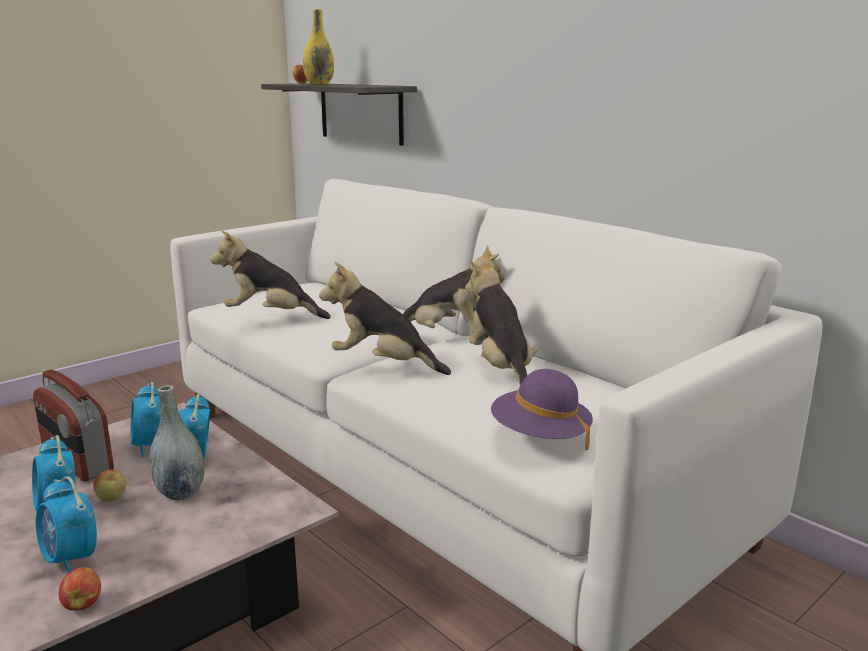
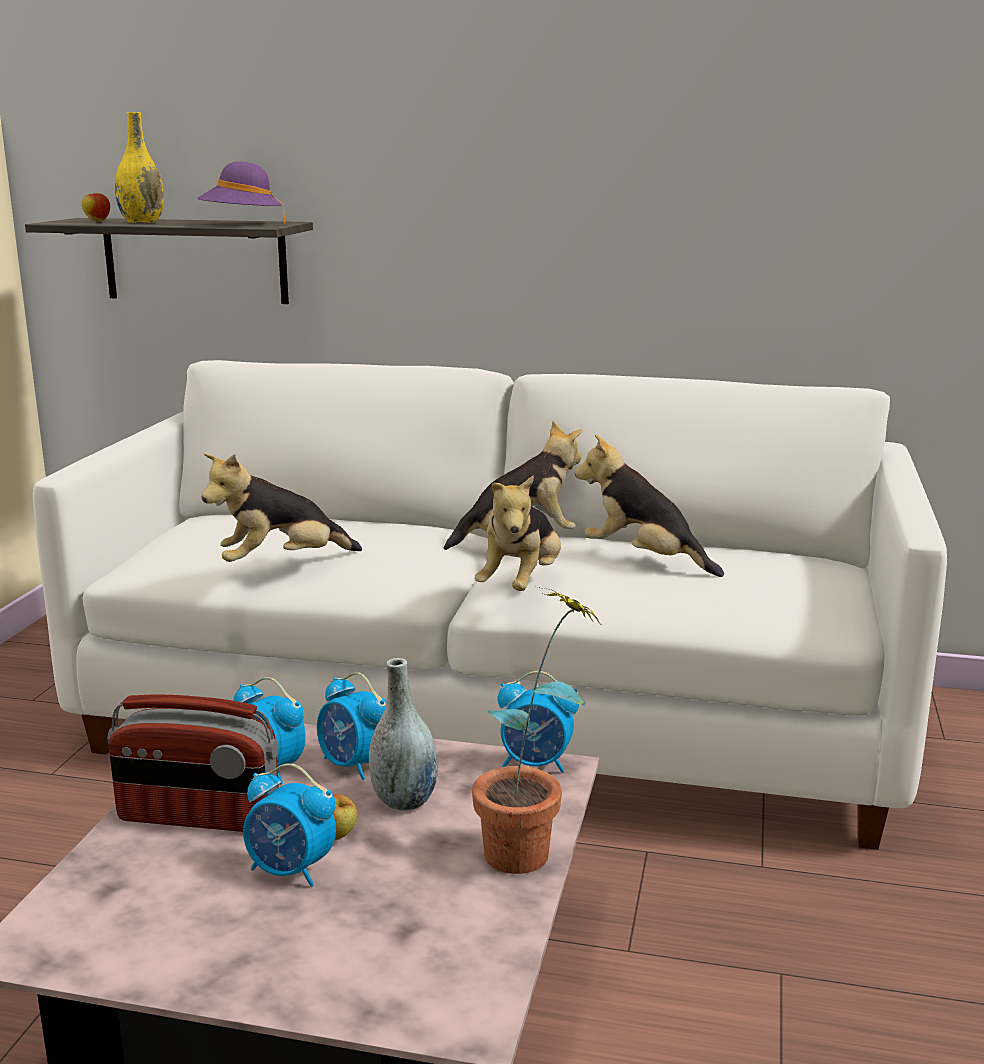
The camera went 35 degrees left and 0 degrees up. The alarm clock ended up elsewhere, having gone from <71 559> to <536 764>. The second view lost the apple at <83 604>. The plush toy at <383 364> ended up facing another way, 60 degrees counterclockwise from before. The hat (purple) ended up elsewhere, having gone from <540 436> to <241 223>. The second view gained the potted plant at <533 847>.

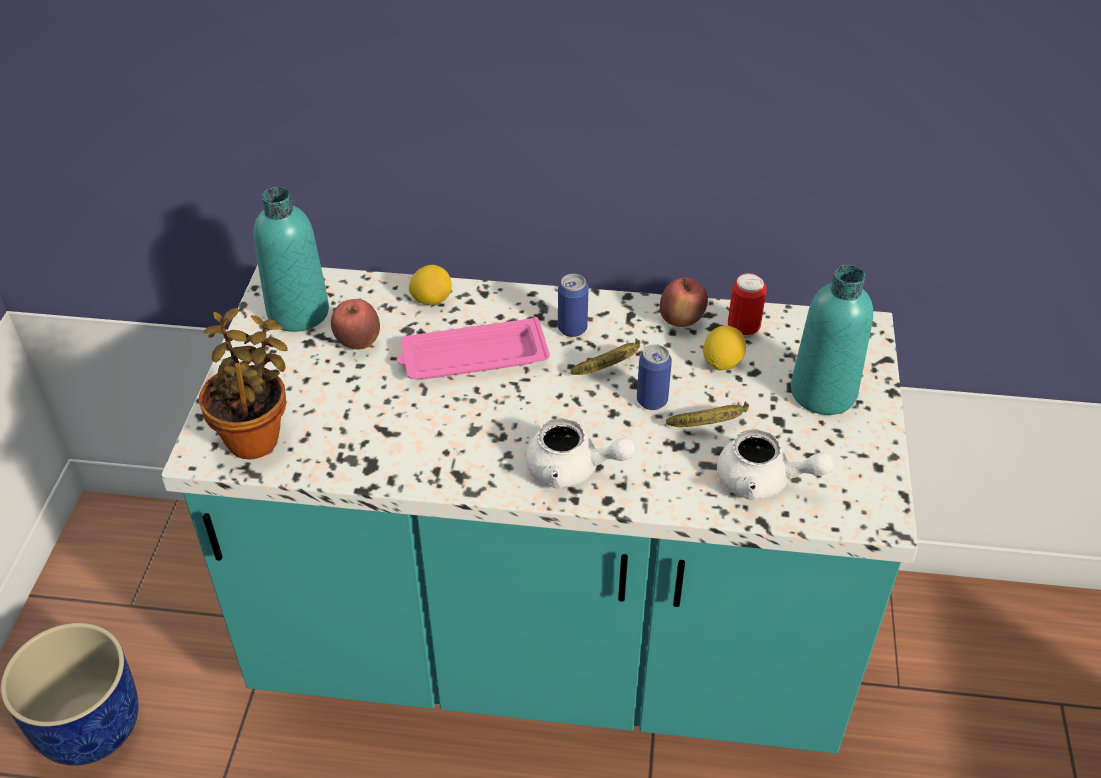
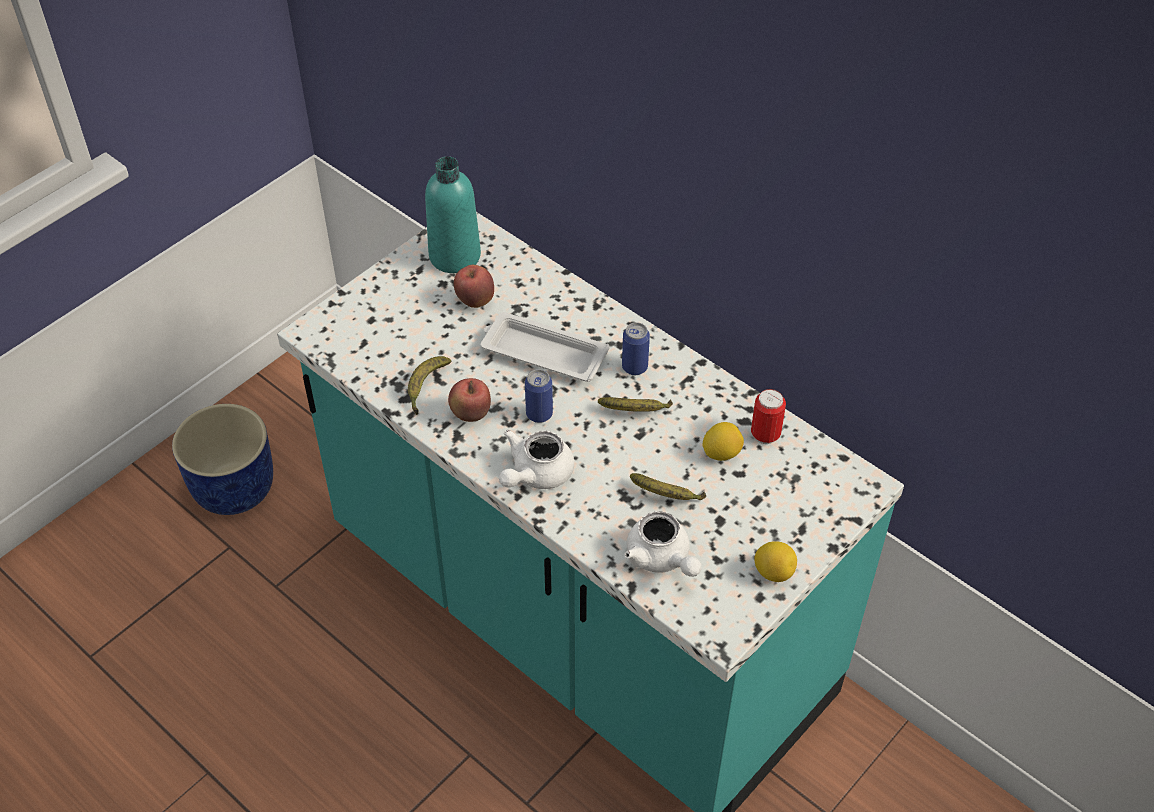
The camera went 35 degrees right and 5 degrees up. The second view lost the potted plant at <256 436>. What was the tray (pink) at <472 358> turned into the tray (white) at <542 353>. The lemon ended up elsewhere, having gone from <431 300> to <773 572>. The teapot (white) at <572 470> ended up facing another way, 75 degrees clockwise from before. The can ended up elsewhere, having gone from <652 401> to <539 414>. The apple ended up elsewhere, having gone from <681 321> to <470 415>. The second view lost the bottle (turquoise) at <823 392>. The second view gained the banana at <426 387>.

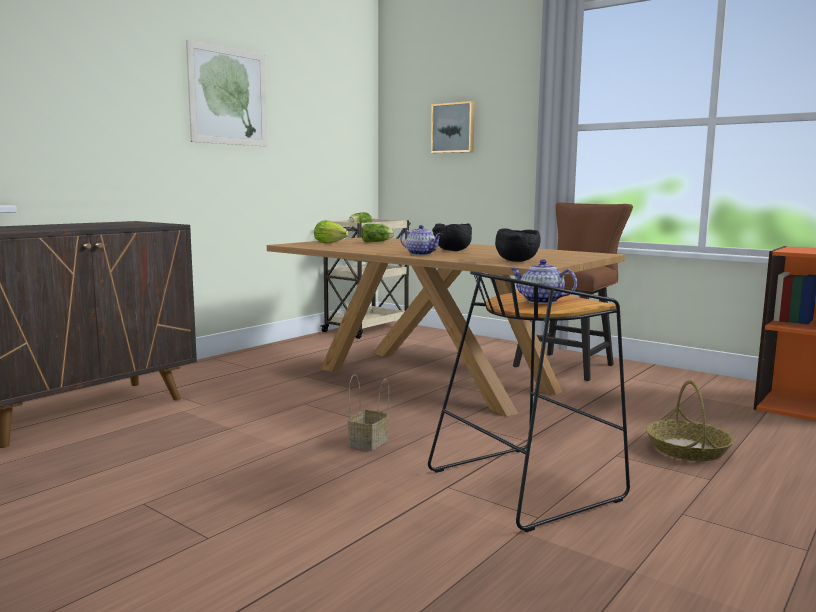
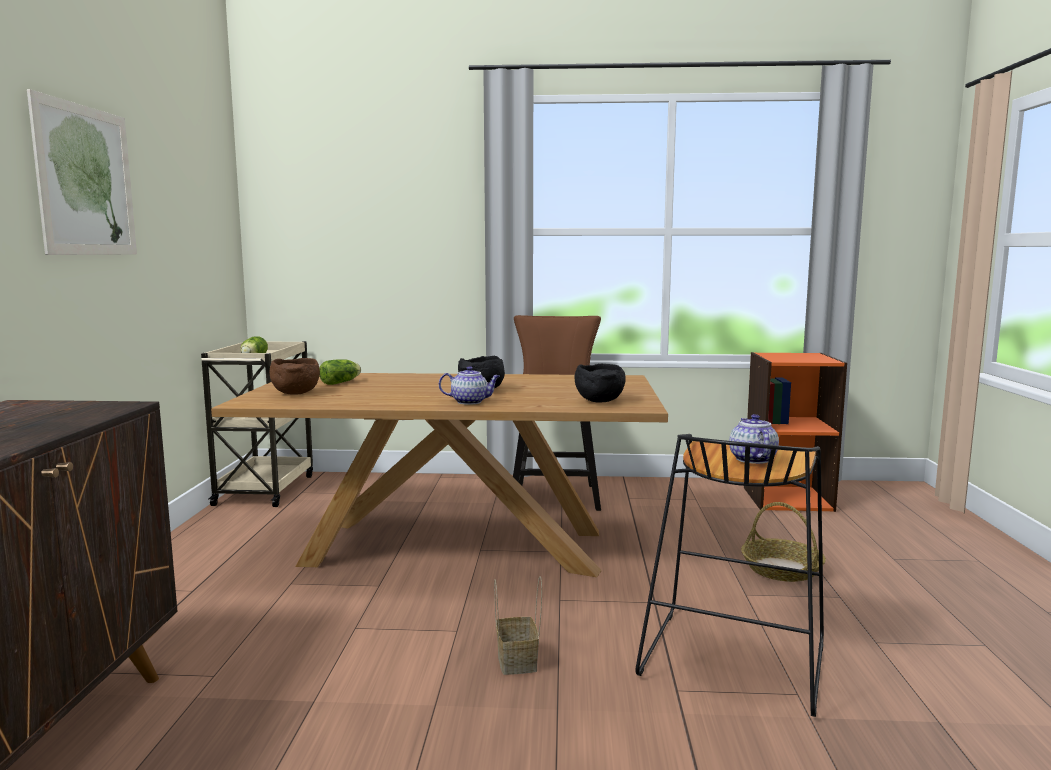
The camera went 35 degrees left and 0 degrees up. Where the lettuce stood at <332 243>, the bowl (brown) came to stand at <295 393>. The second view lost the picture at <453 128>. The teapot at <540 301> ended up facing another way, 90 degrees clockwise from before.

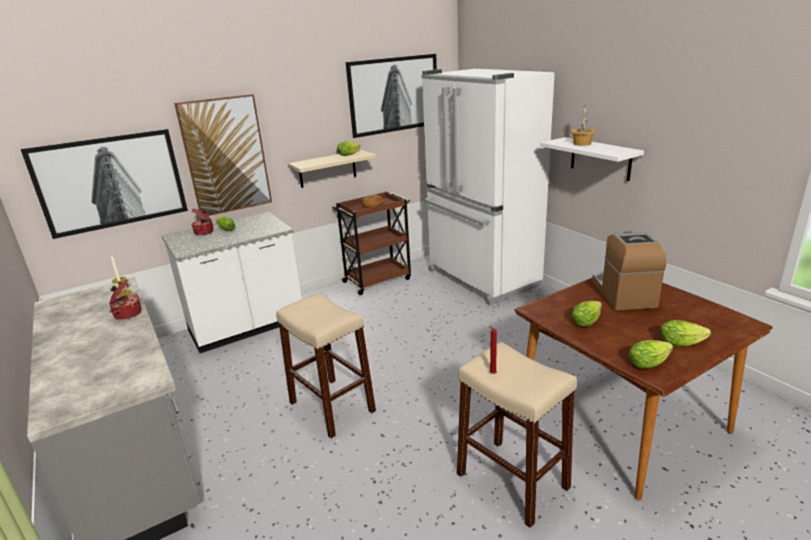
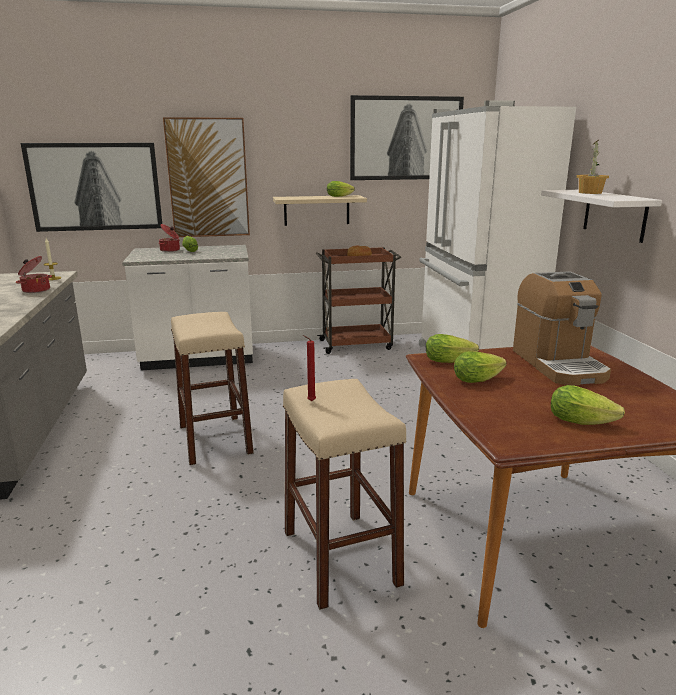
The camera went 20 degrees right and 5 degrees down. The coffee machine at <622 293> ended up facing another way, 150 degrees clockwise from before. The lettuce ended up elsewhere, having gone from <650 362> to <451 360>.

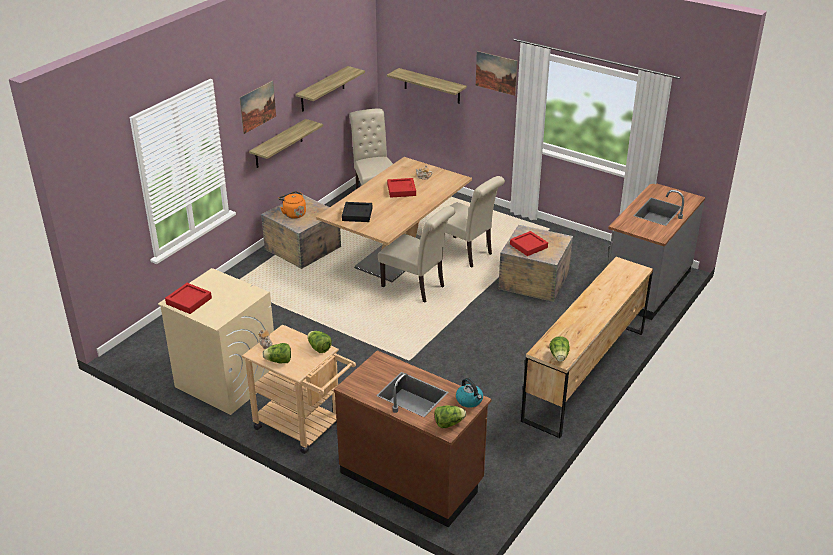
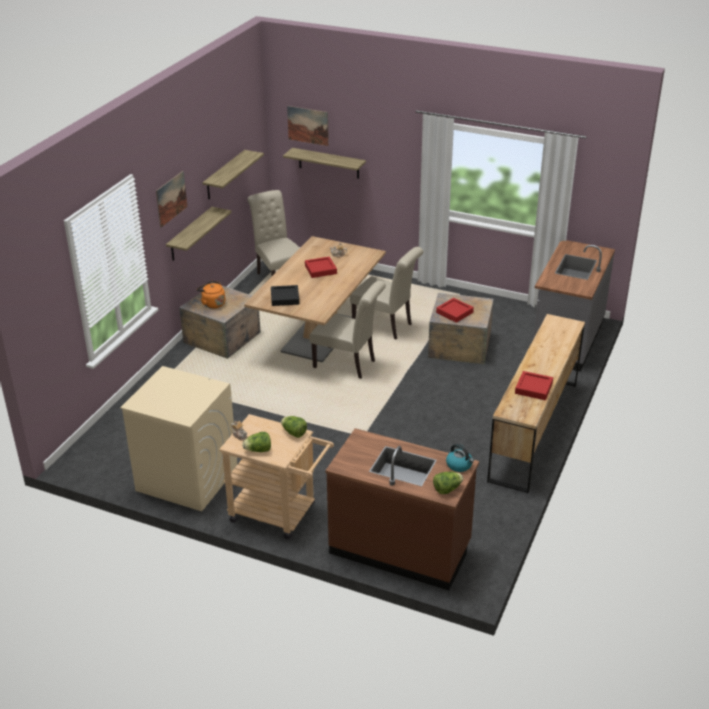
The camera went 10 degrees left and 0 degrees up. The tray (red) ended up elsewhere, having gone from <189 301> to <533 388>. The picture ended up elsewhere, having gone from <496 73> to <308 125>. The second view lost the lettuce at <559 357>.

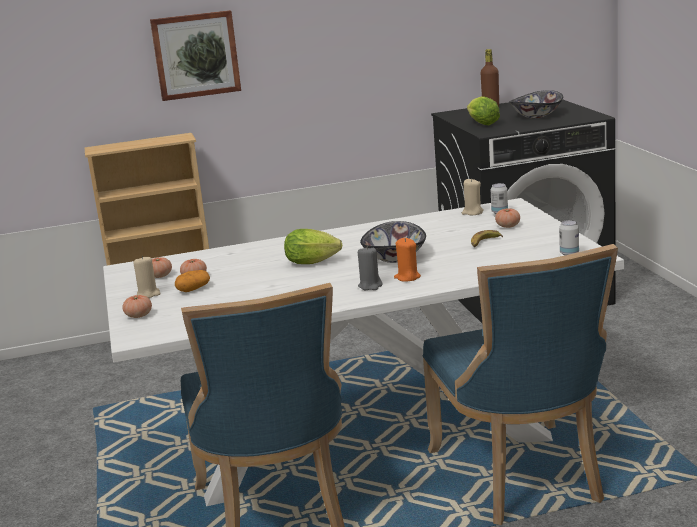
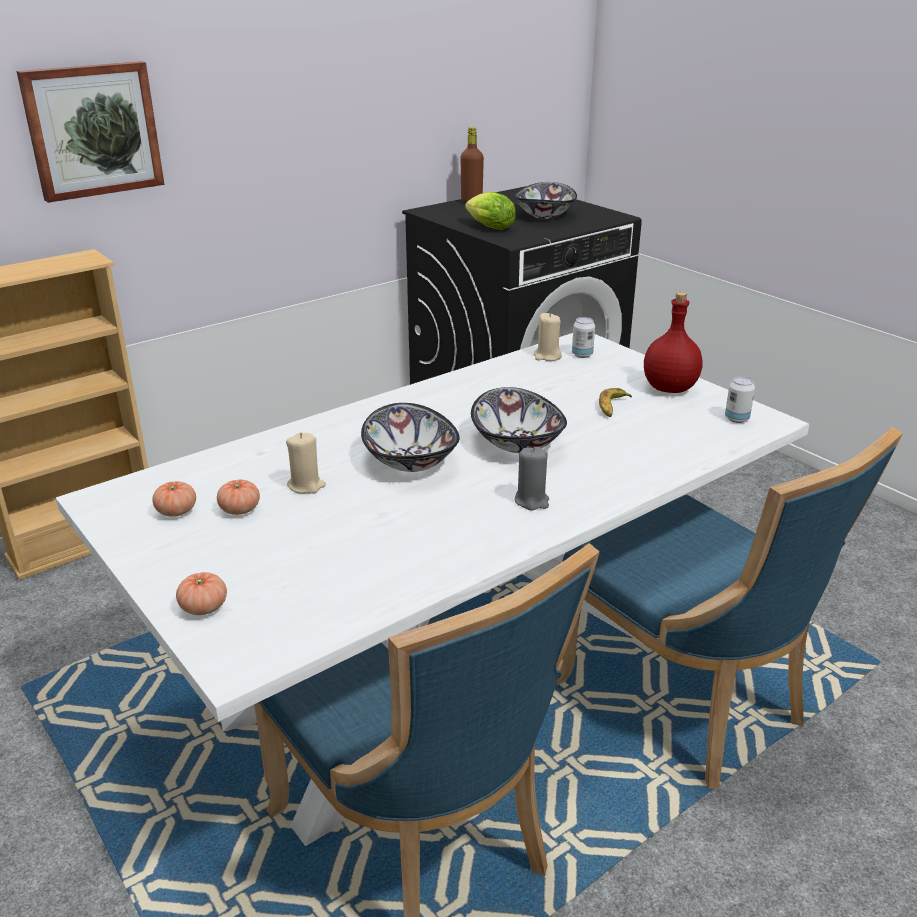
The camera went 25 degrees left and 10 degrees up. The candle (beige) ended up elsewhere, having gone from <148 294> to <306 486>. The second view lost the potato at <193 289>. Where the lettuce stood at <315 262>, the bowl came to stand at <409 461>. The second view lost the candle (orange) at <407 277>. The second view lost the tomato at <508 226>. The second view gained the bottle (red) at <669 388>.

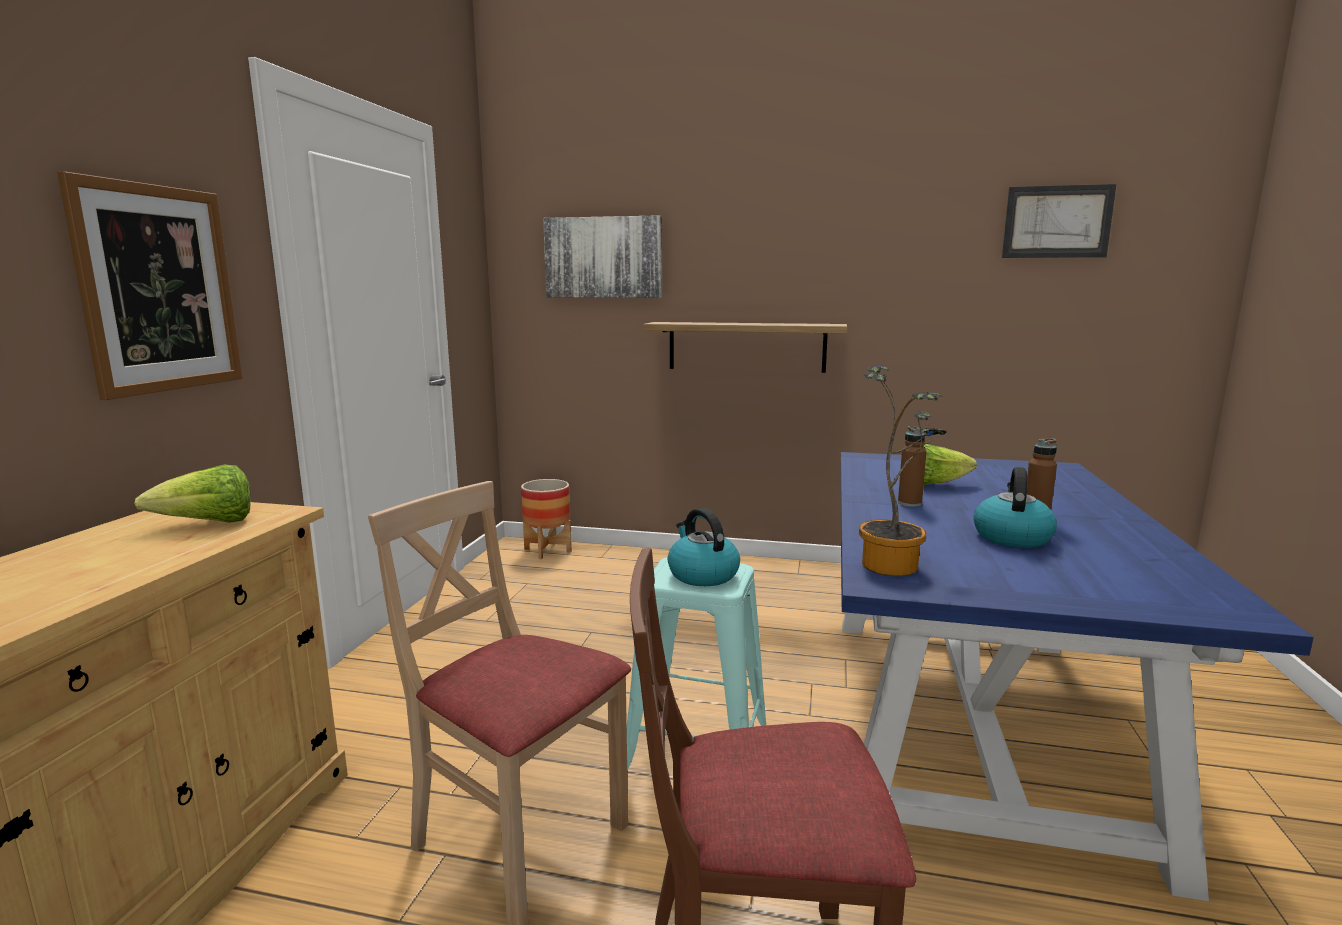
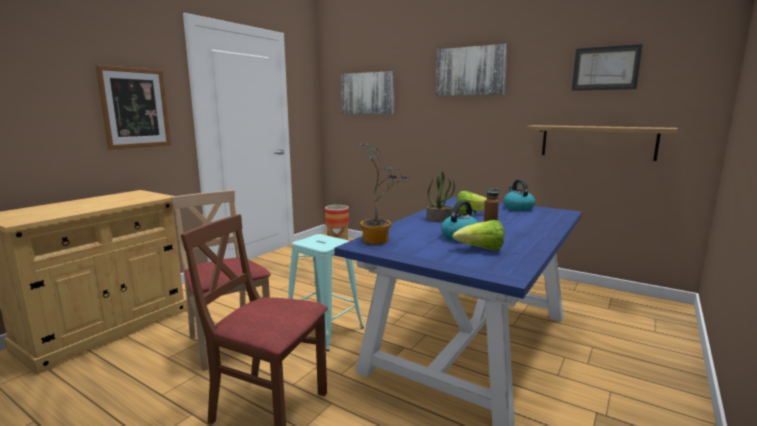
The camera went 20 degrees right and 0 degrees up. The lettuce ended up elsewhere, having gone from <208 524> to <481 249>. The shelf ended up elsewhere, having gone from <746 346> to <597 142>. The kettle ended up elsewhere, having gone from <702 574> to <518 208>. Where the bottle (brown) stood at <909 503>, the potted plant came to stand at <439 220>. The second view gained the picture at <470 71>.

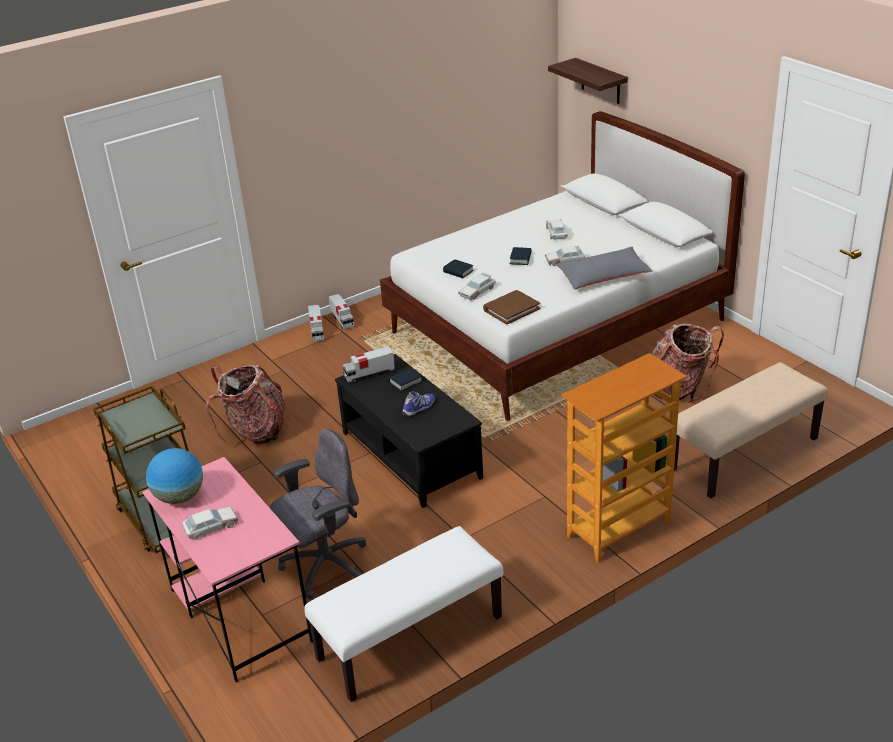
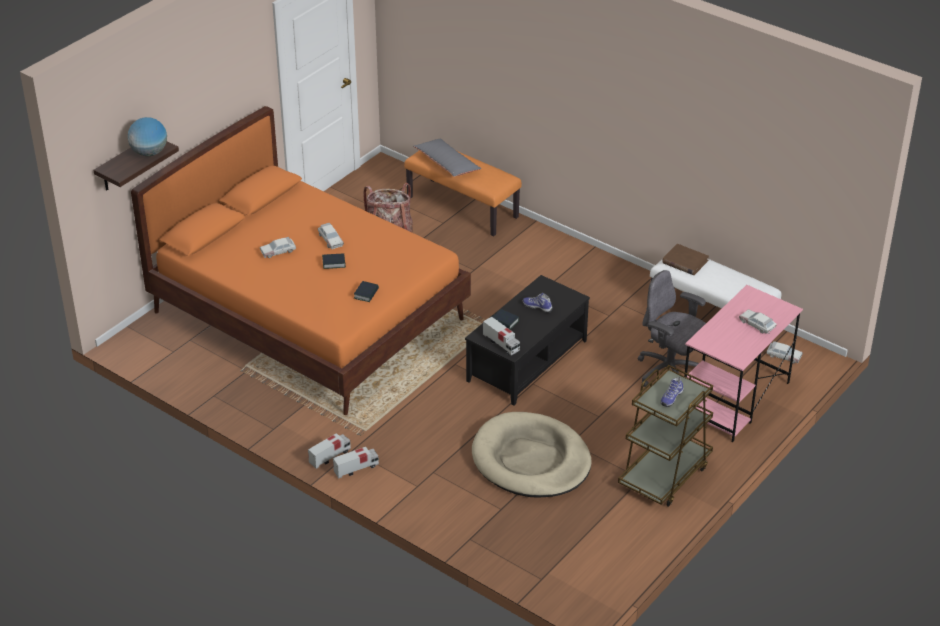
The camera went 110 degrees left and 5 degrees up. The globe ended up elsewhere, having gone from <179 497> to <149 153>. Where the backpack stood at <255 431>, the dog bed (beige) came to stand at <531 460>. What was the bed (white) at <557 327> turned into the bed (orange) at <309 315>. The toy car ended up elsewhere, having gone from <477 291> to <783 356>. The book (brown) ended up elsewhere, having gone from <511 309> to <685 262>. The pillow (grey) ended up elsewhere, having gone from <603 276> to <447 164>. The second view lost the bookcase at <619 530>. What was the bench (beige) at <744 455> turned into the bench (orange) at <463 207>. The second view gained the shoe at <671 398>.

